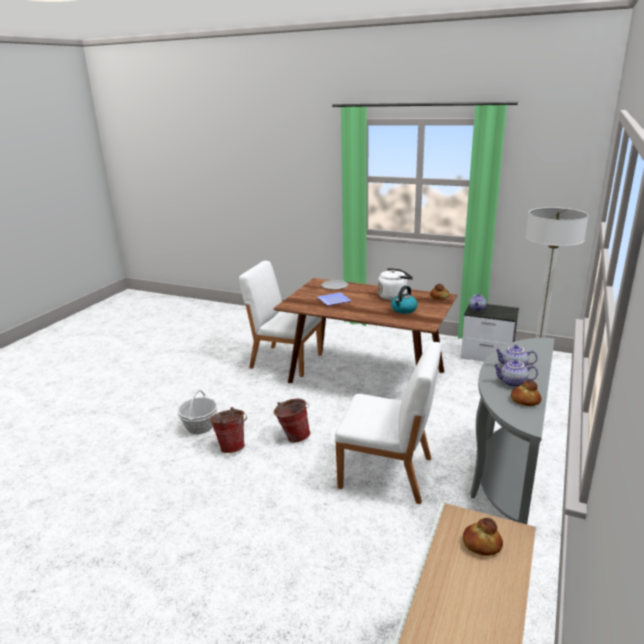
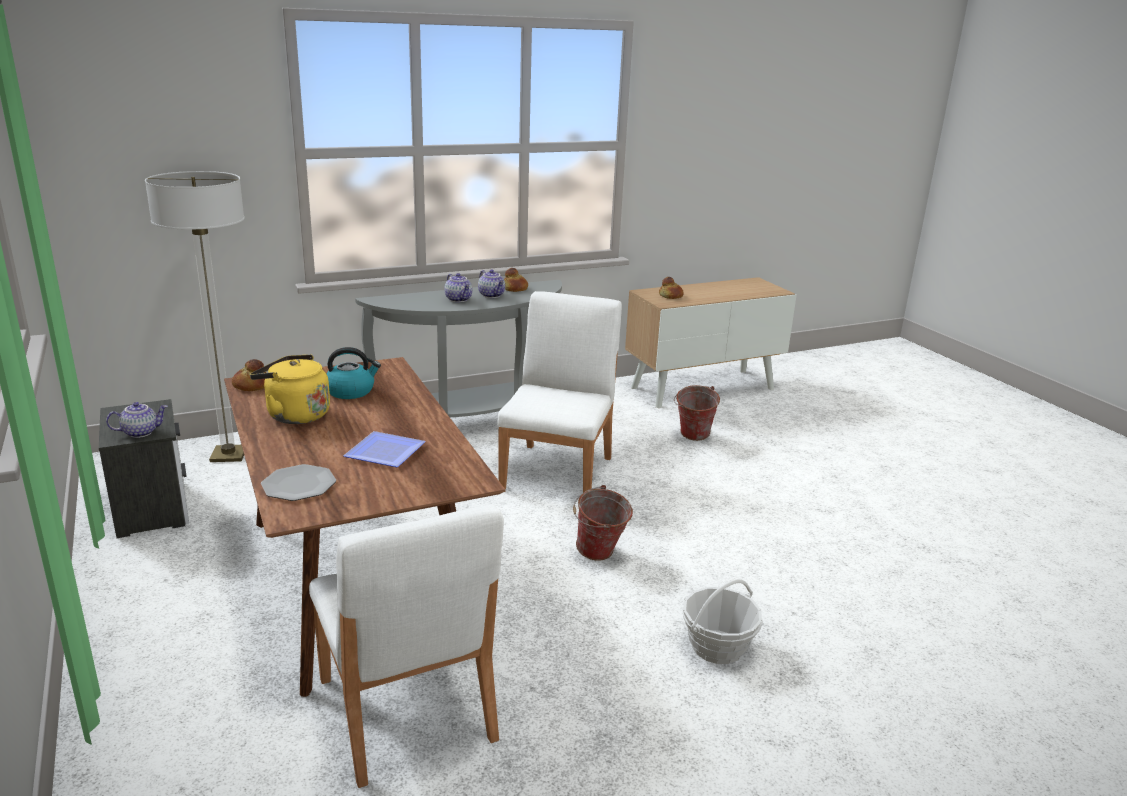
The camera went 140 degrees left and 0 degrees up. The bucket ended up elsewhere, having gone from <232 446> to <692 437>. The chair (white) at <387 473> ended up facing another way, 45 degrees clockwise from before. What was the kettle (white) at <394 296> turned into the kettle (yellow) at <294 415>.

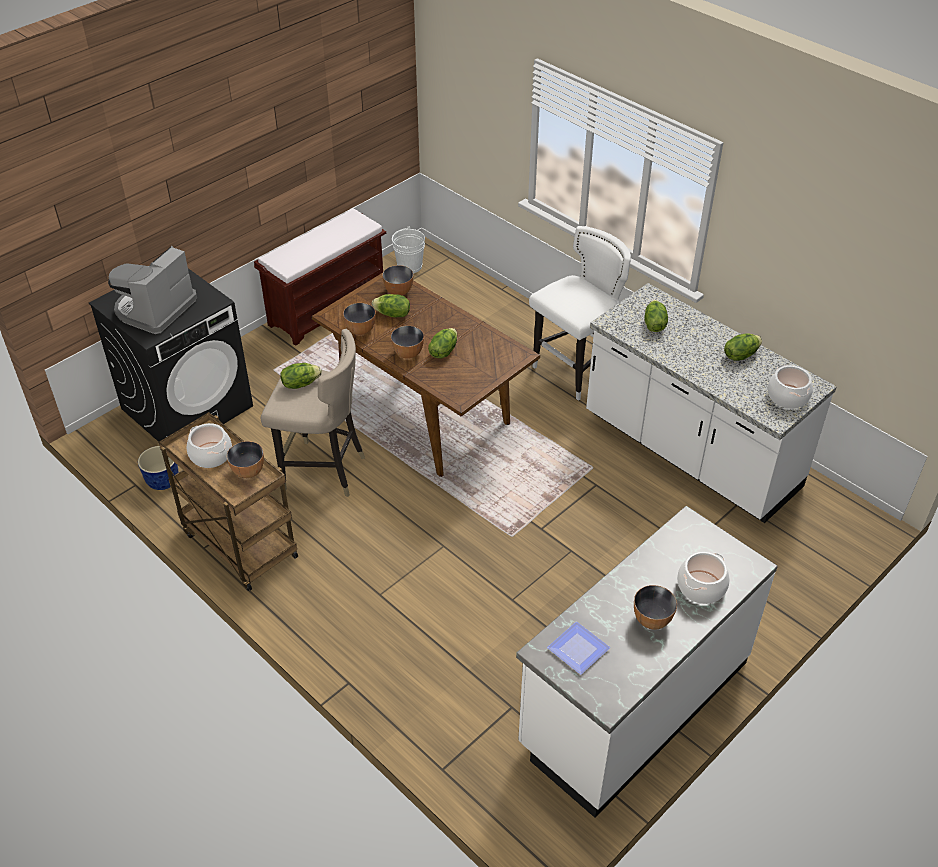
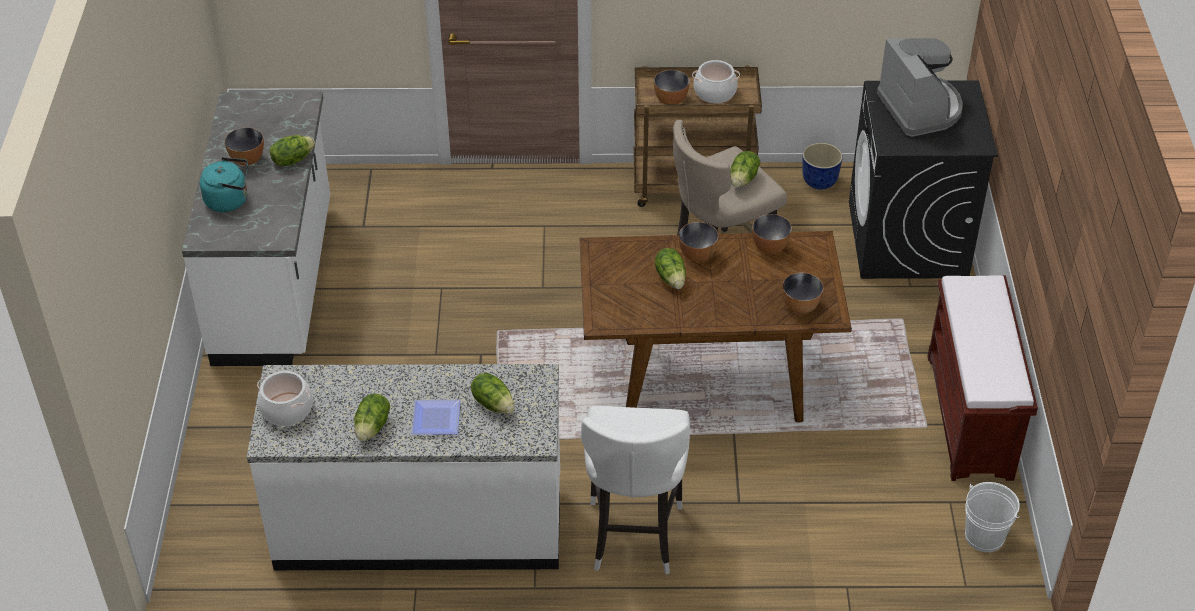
The camera went 135 degrees right and 0 degrees up. The lettuce ended up elsewhere, having gone from <392 314> to <292 160>. The plate ended up elsewhere, having gone from <576 649> to <438 418>. Where the cooking pot stood at <701 587>, the kettle (turquoise) came to stand at <230 200>.

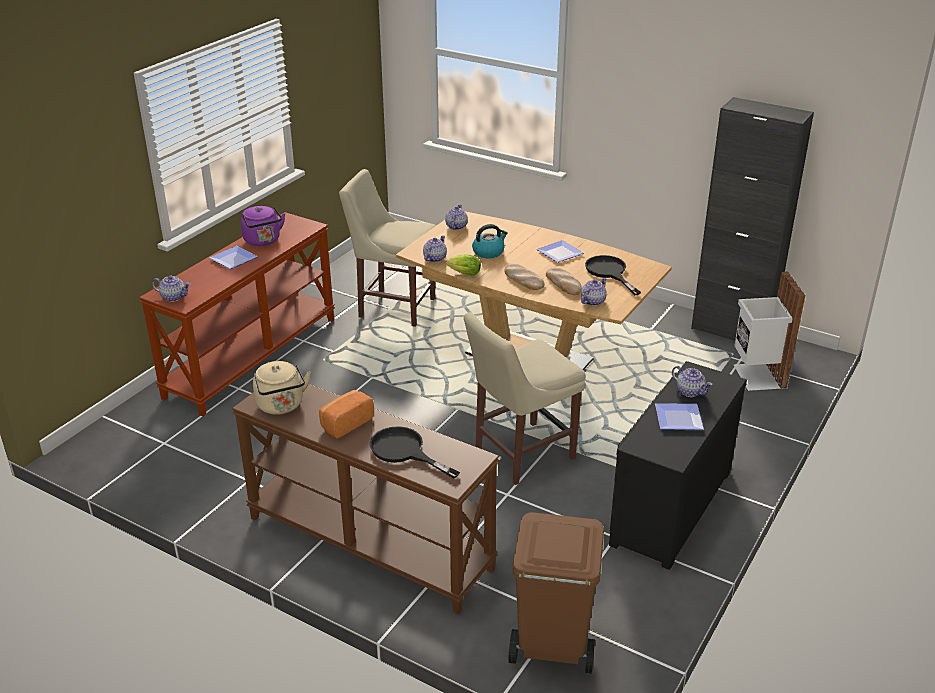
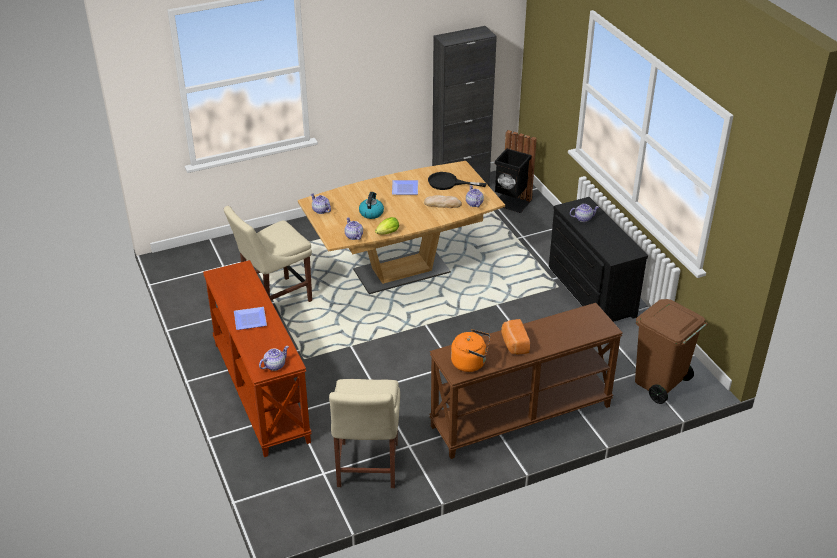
The camera went 55 degrees left and 5 degrees up. The second view lost the kettle (purple) at <263 241>. What was the kettle (beige) at <281 406> turned into the kettle (orange) at <471 363>. The second view lost the frying pan (black) at <404 451>. The chair (beige) ended up elsewhere, having gone from <520 454> to <367 467>. The second view lost the bread at <523 279>. The second view lost the plate at <680 418>. What was the trash can (white) at <757 376> turned into the trash can (black) at <511 203>.

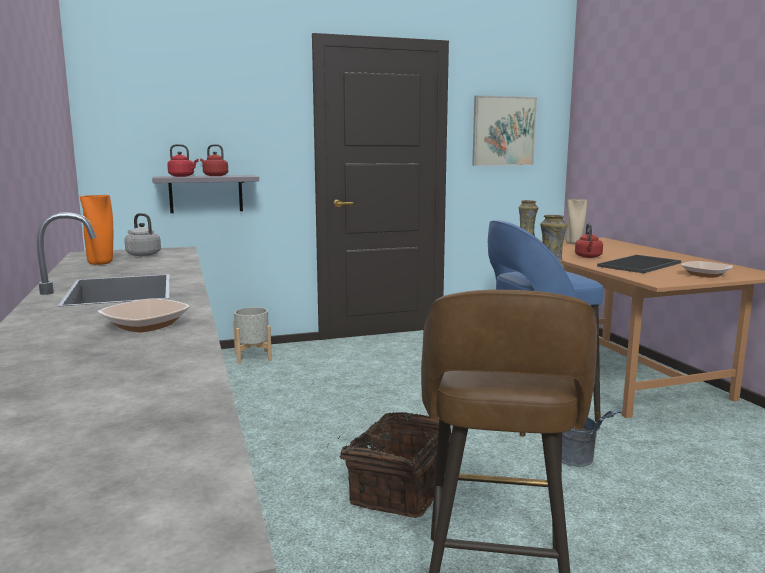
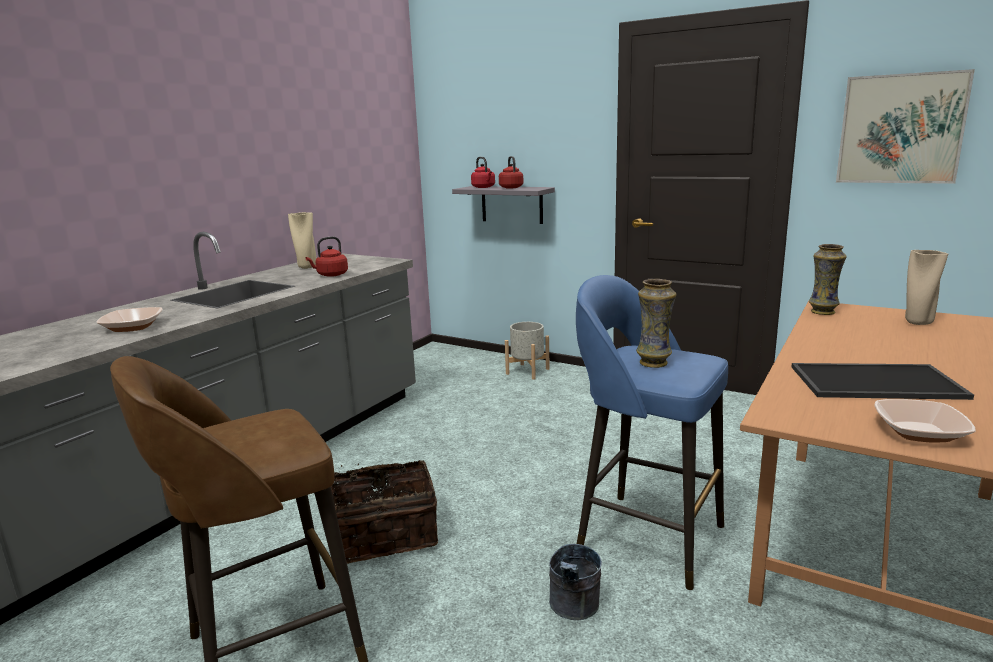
The camera went 50 degrees right and 5 degrees up. What was the vase (orange) at <101 263> turned into the vase (beige) at <306 267>. The second view lost the kettle (grey) at <142 254>. The kettle (red) ended up elsewhere, having gone from <588 257> to <330 275>.

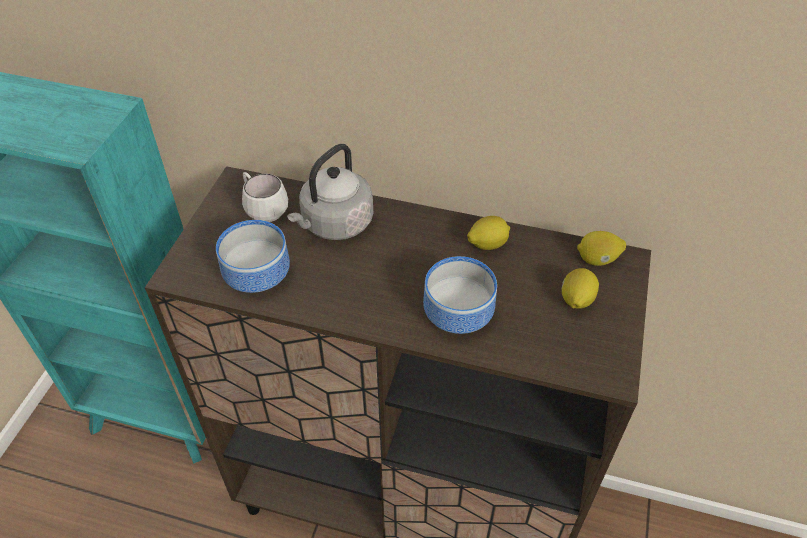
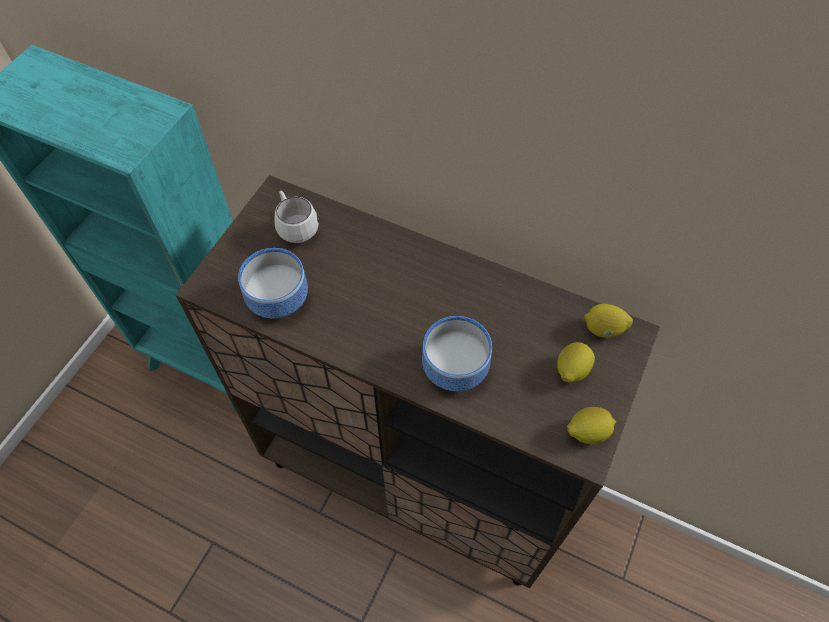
The camera went 10 degrees right and 10 degrees up. The second view lost the kettle (grey) at <334 224>. The lemon ended up elsewhere, having gone from <487 244> to <587 432>.

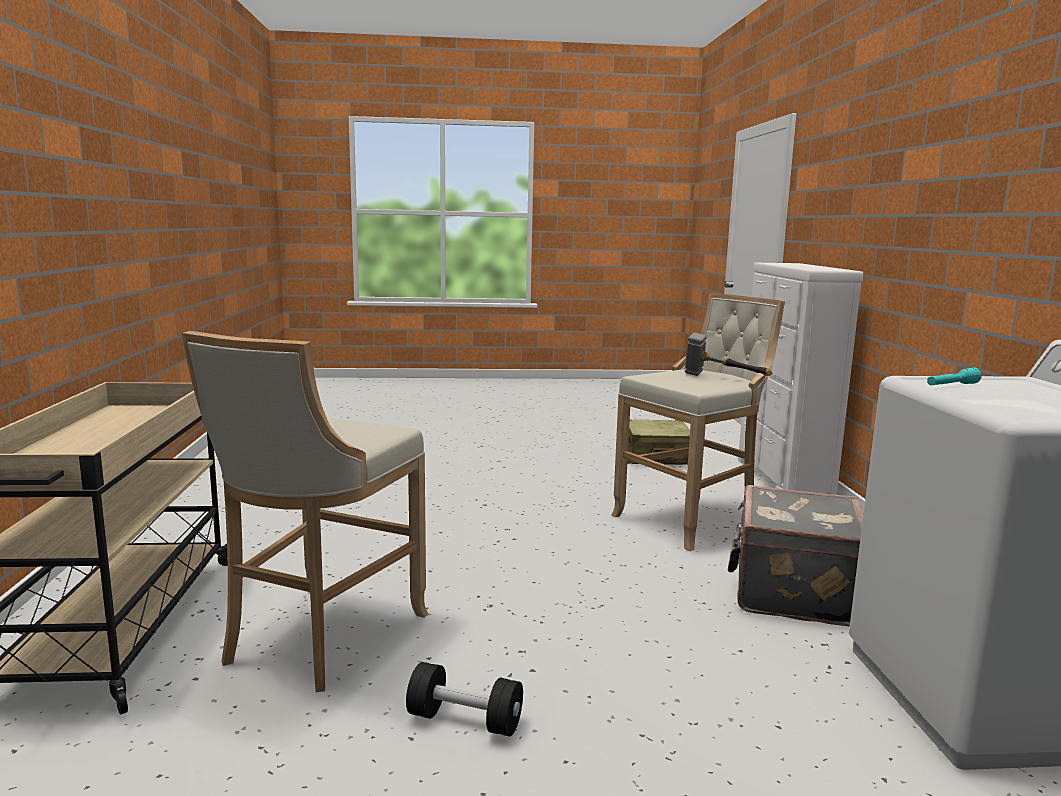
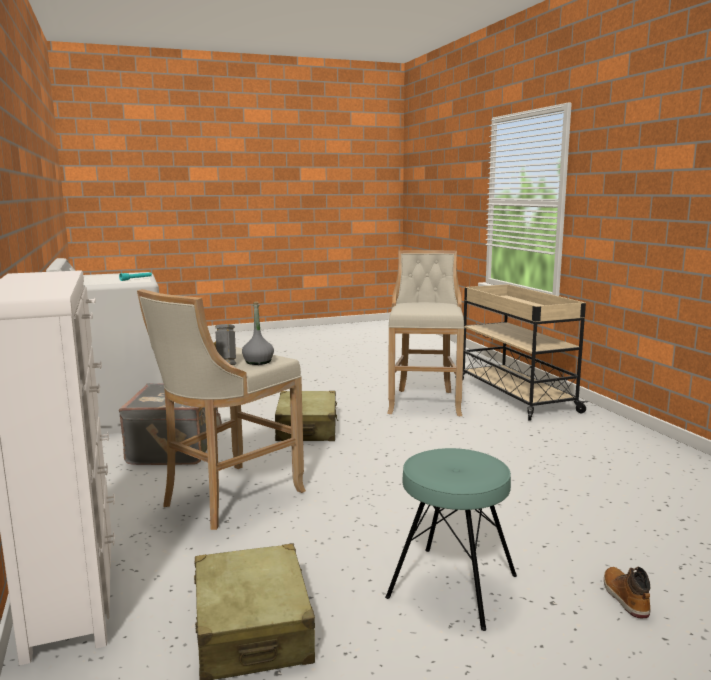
The camera went 165 degrees right and 0 degrees up. The second view lost the dumbbell (black) at <465 720>. The second view gained the bottle (grey) at <258 362>. The second view gained the suitcase (beige) at <307 429>. The second view gained the stool (turquoise) at <453 586>. The second view gained the boot at <624 597>.

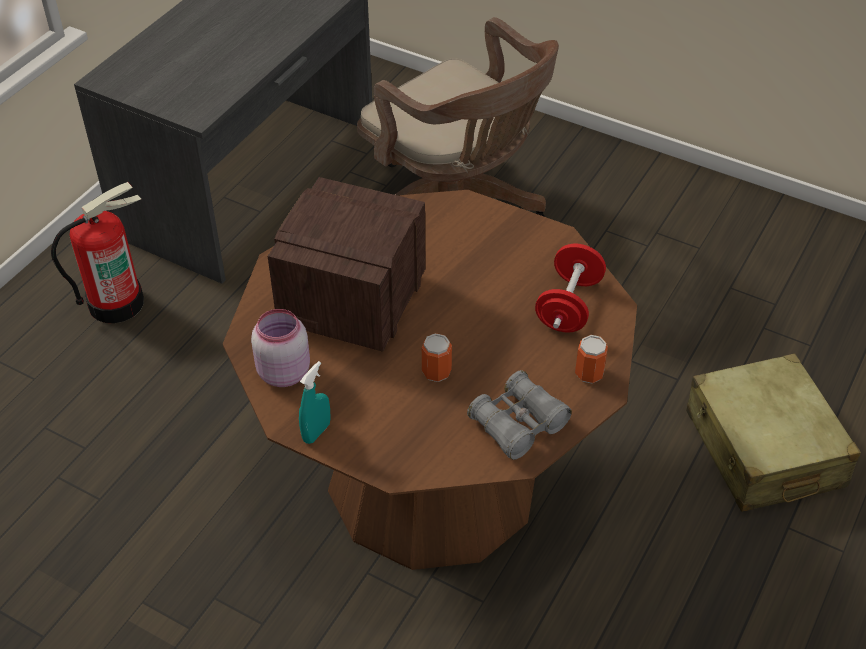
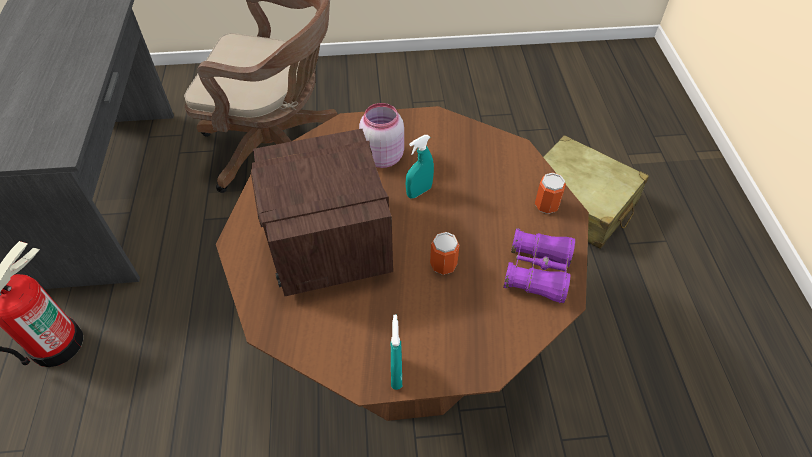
The camera went 35 degrees left and 5 degrees up. The jar (pink) ended up elsewhere, having gone from <282 372> to <381 157>. What was the binoculars (grey) at <518 424> turned into the binoculars (purple) at <537 272>. The second view lost the dumbbell (red) at <568 306>. The second view gained the spray bottle (turquoise) at <419 191>.

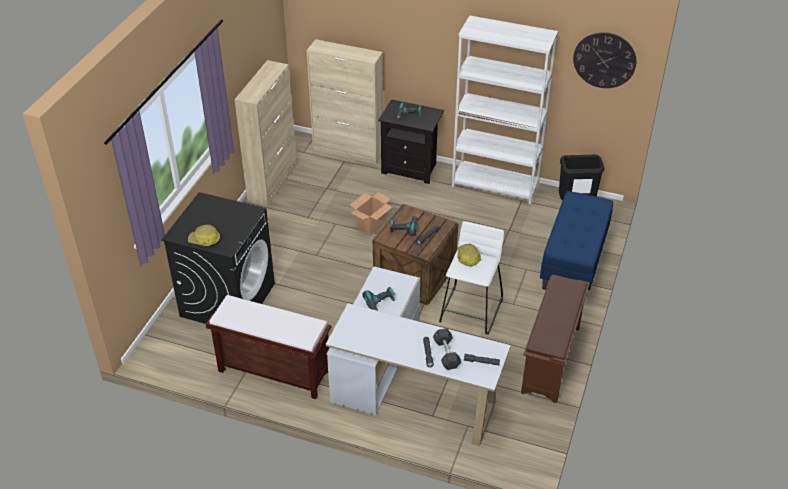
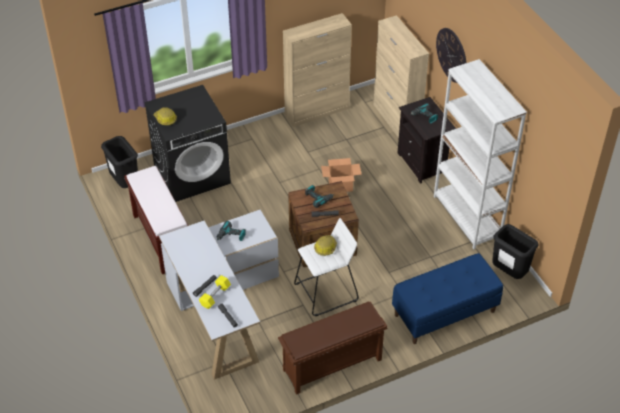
The camera went 45 degrees right and 5 degrees up. What was the dumbbell (grey) at <446 354> turned into the dumbbell (yellow) at <215 296>. The wall clock ended up elsewhere, having gone from <604 60> to <451 55>. The second view gained the trash can (black) at <125 183>.

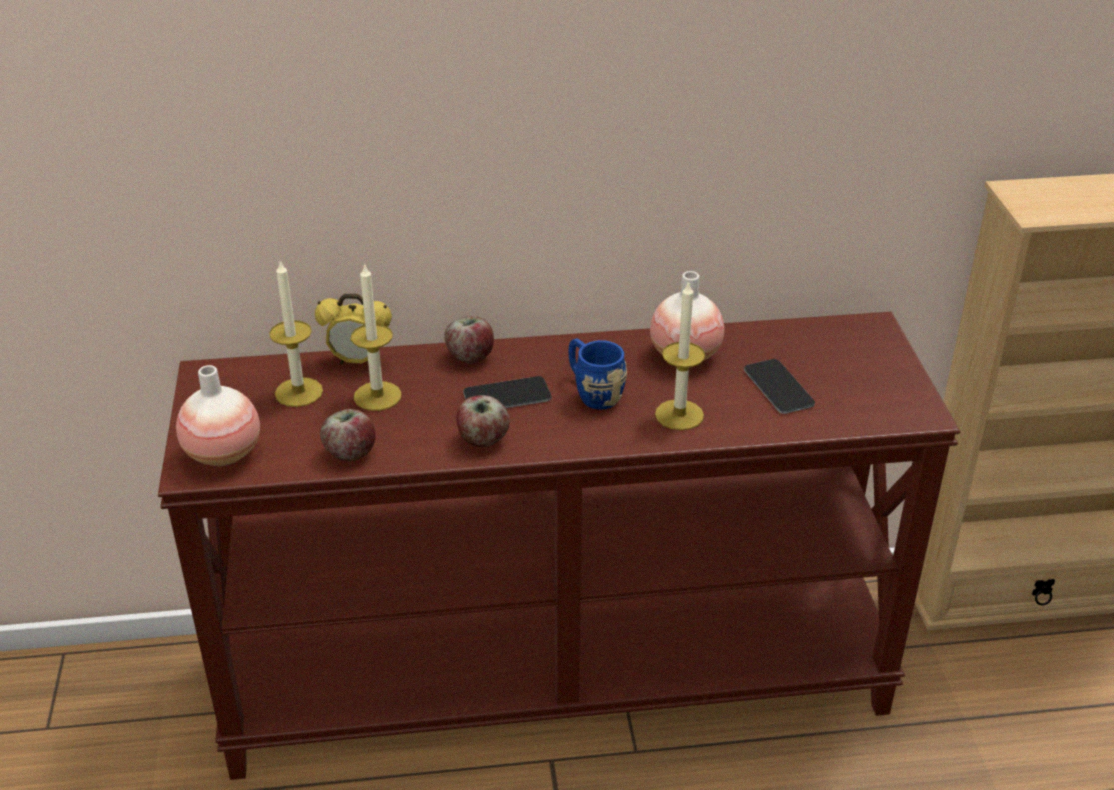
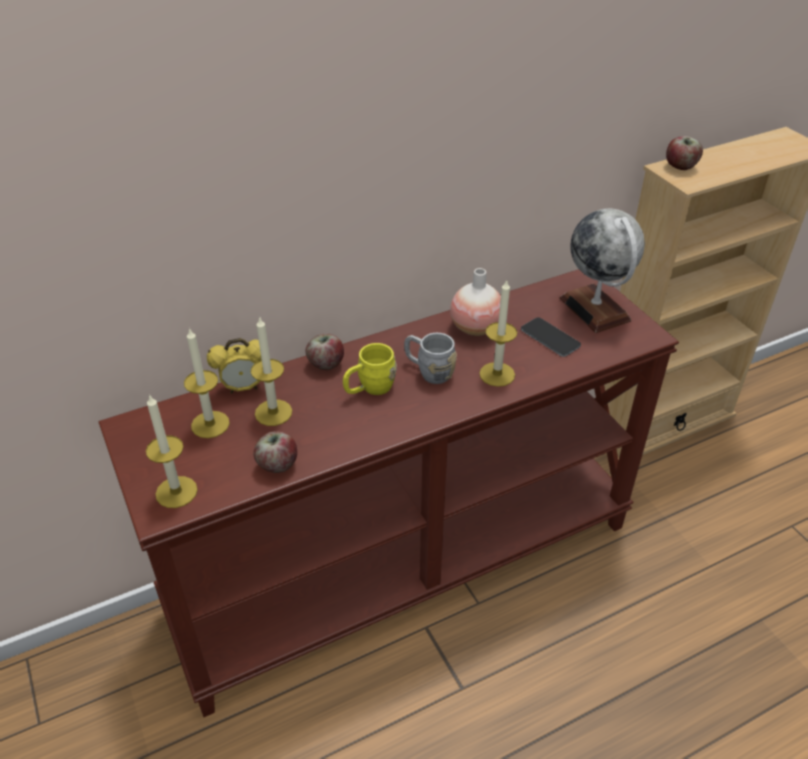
The camera went 20 degrees left and 5 degrees up. Where the vase stood at <223 454>, the candle came to stand at <176 492>. The apple ended up elsewhere, having gone from <483 440> to <680 167>. Where the phone stood at <507 396>, the mug (yellow) came to stand at <369 389>. What was the mug (blue) at <593 392> turned into the mug (grey) at <428 371>. The second view gained the globe at <595 309>.

